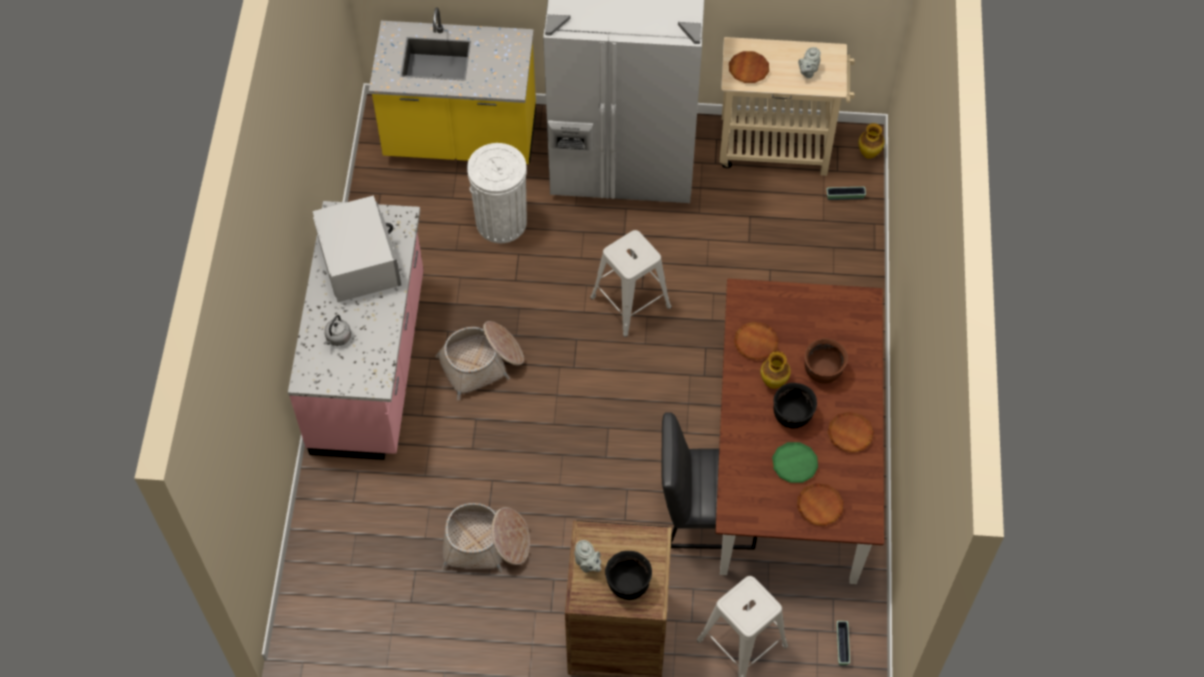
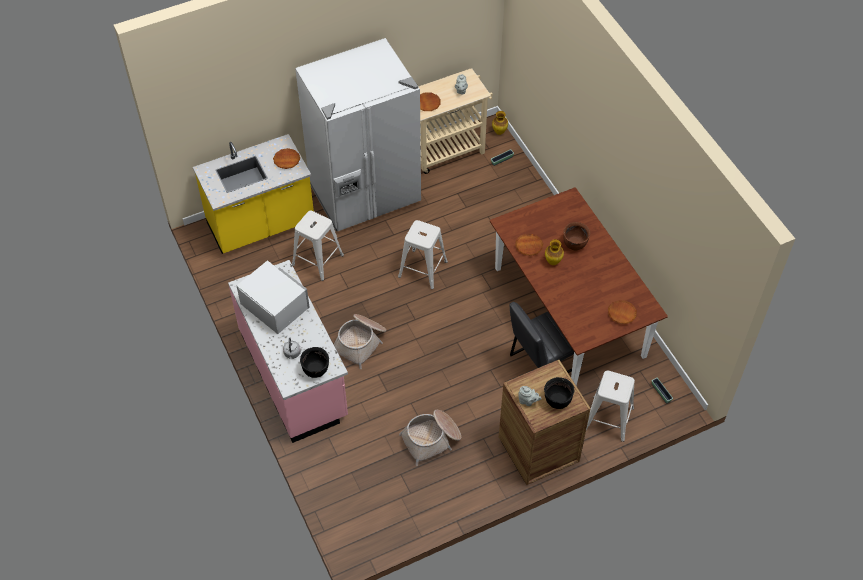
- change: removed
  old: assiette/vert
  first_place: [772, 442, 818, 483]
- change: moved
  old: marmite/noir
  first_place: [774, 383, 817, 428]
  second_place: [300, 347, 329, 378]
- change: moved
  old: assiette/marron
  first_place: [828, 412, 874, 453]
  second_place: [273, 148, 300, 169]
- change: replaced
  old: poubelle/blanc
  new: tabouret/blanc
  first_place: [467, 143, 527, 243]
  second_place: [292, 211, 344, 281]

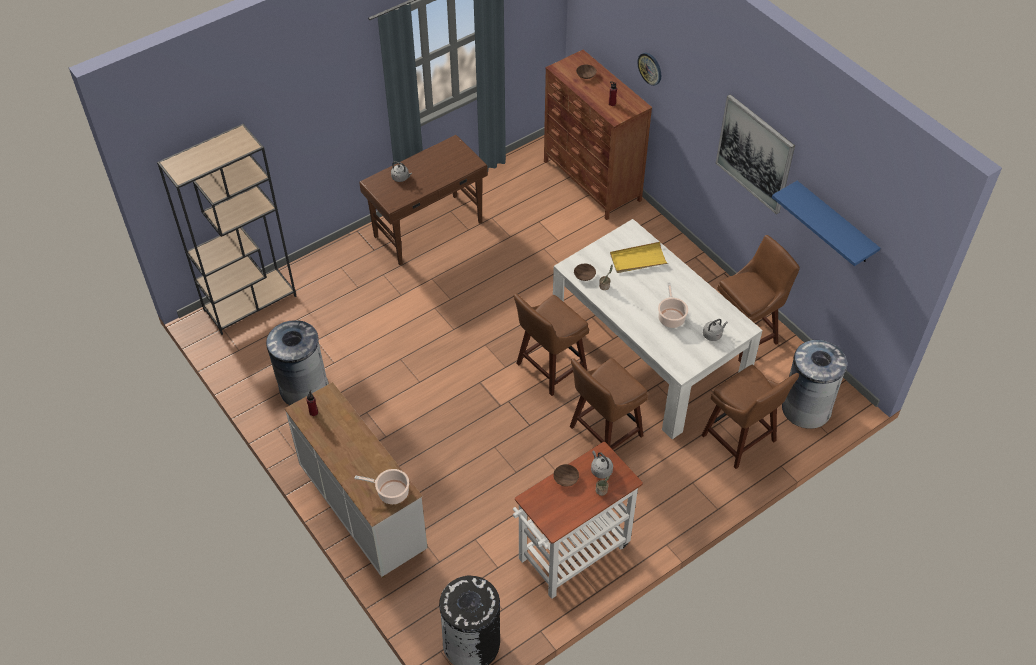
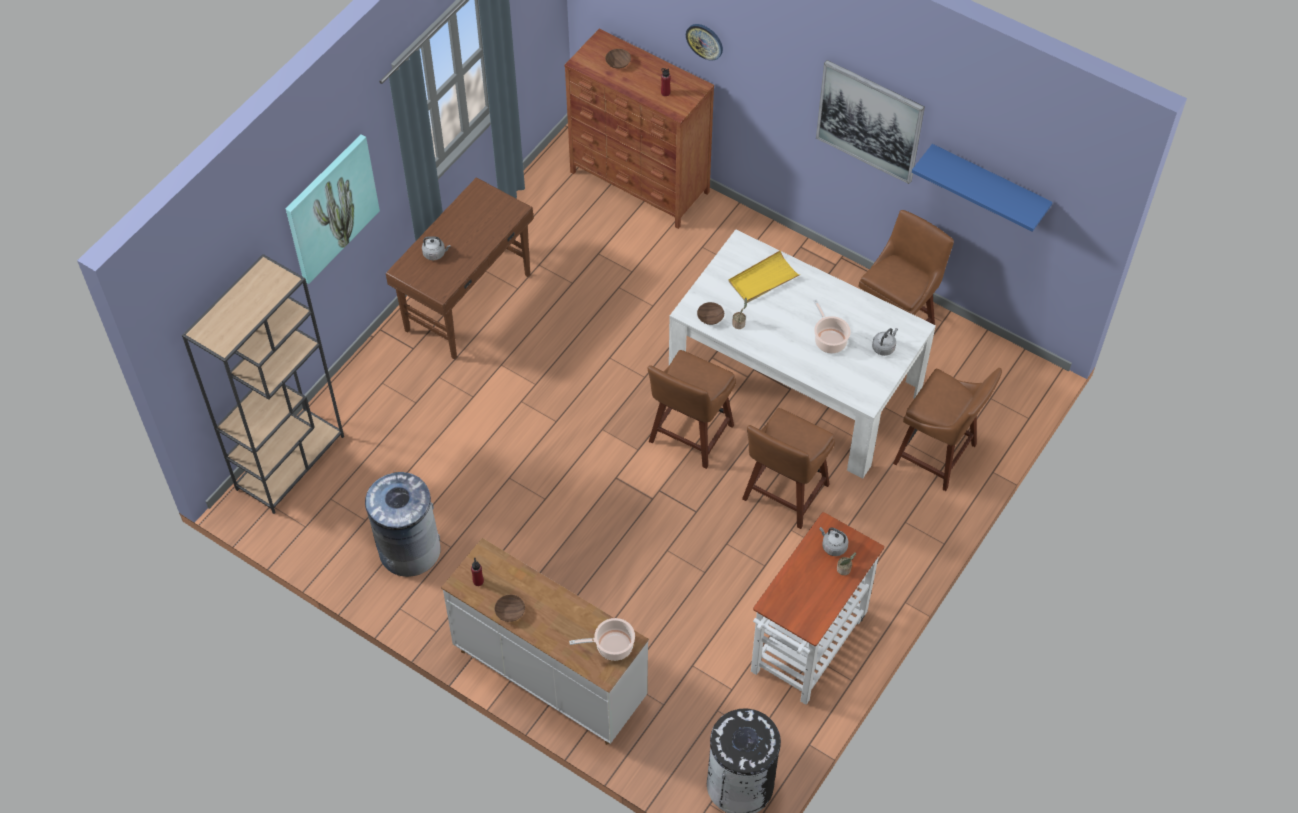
- change: removed
  old: poubelle/gris
  first_place: [782, 340, 847, 429]
- change: added
  new: tableau
  second_place: [286, 134, 380, 284]
- change: moved
  old: bol/marron
  first_place: [553, 464, 579, 487]
  second_place: [495, 595, 525, 622]

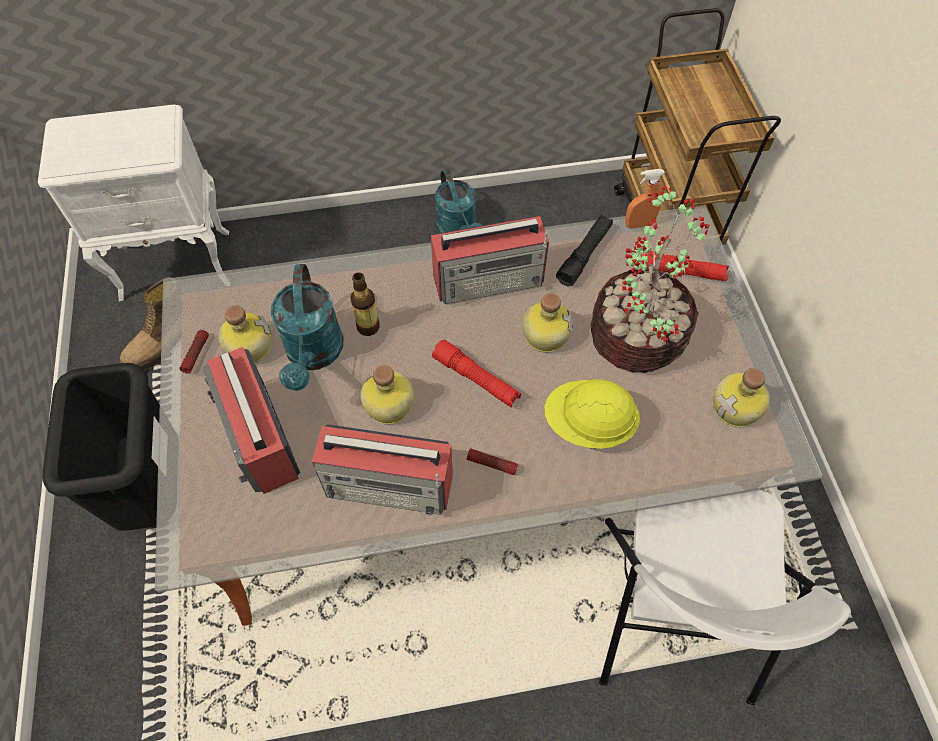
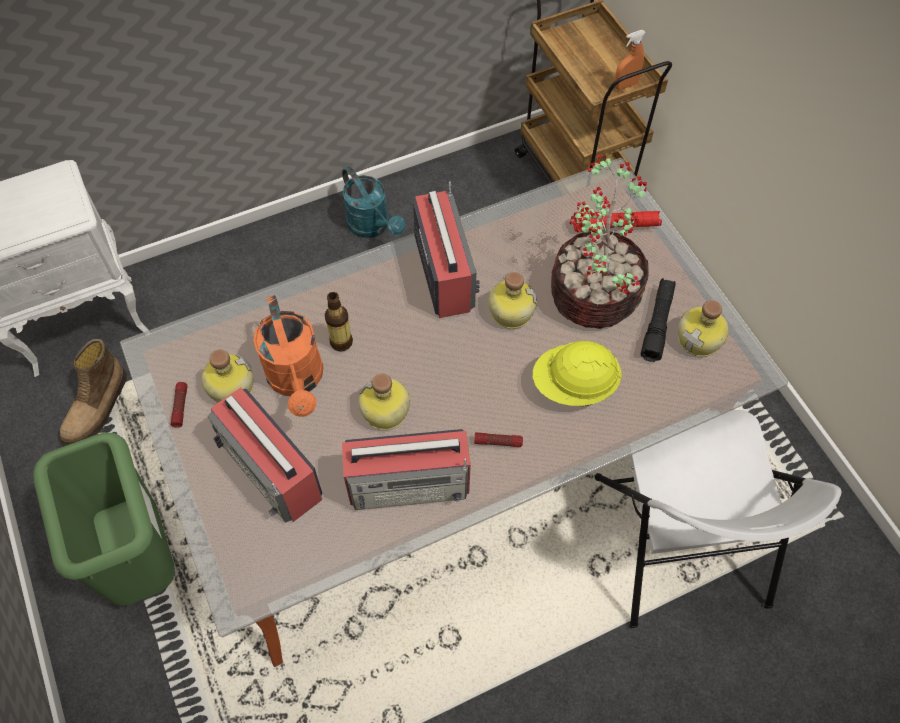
- change: removed
  old: lampe de poche/rouge
  first_place: [432, 339, 521, 408]
- change: moved
  old: lampe de poche/noir
  first_place: [556, 215, 613, 286]
  second_place: [641, 278, 676, 362]
- change: moved
  old: vaporisateur/orange
  first_place: [625, 169, 665, 228]
  second_place: [615, 30, 646, 90]
- change: recoloured
  old: poubelle/noir
  new: poubelle/vert
  first_place: [43, 363, 160, 531]
  second_place: [33, 432, 175, 606]
- change: recoloured
  old: arrosoir/turquoise
  new: arrosoir/orange
  first_place: [271, 264, 344, 391]
  second_place: [253, 295, 324, 417]
- change: turned
  old: radio
  first_place: [431, 216, 549, 304]
  second_place: [413, 182, 480, 318]
  degrees: -75

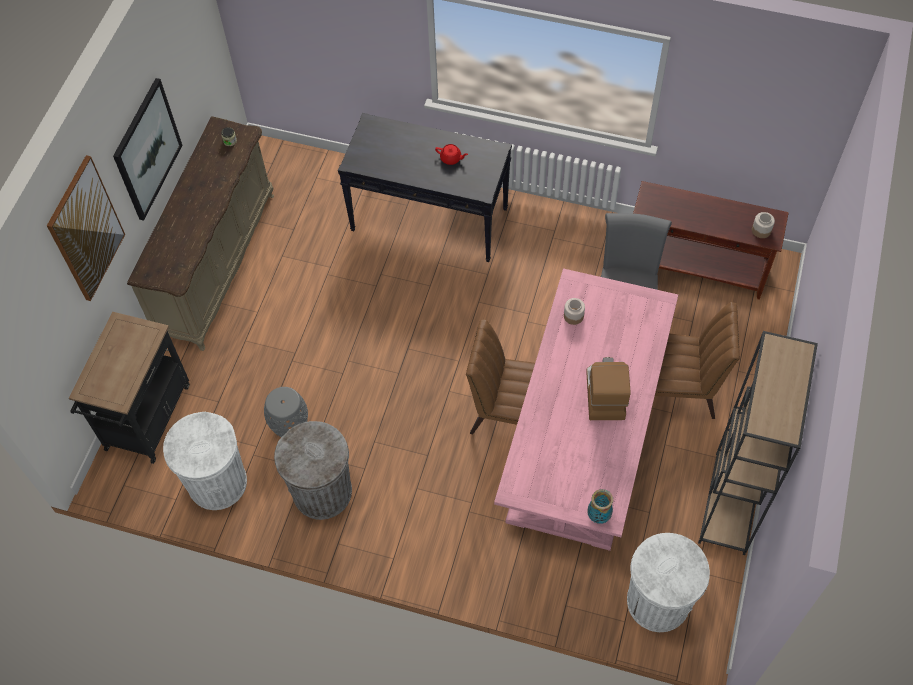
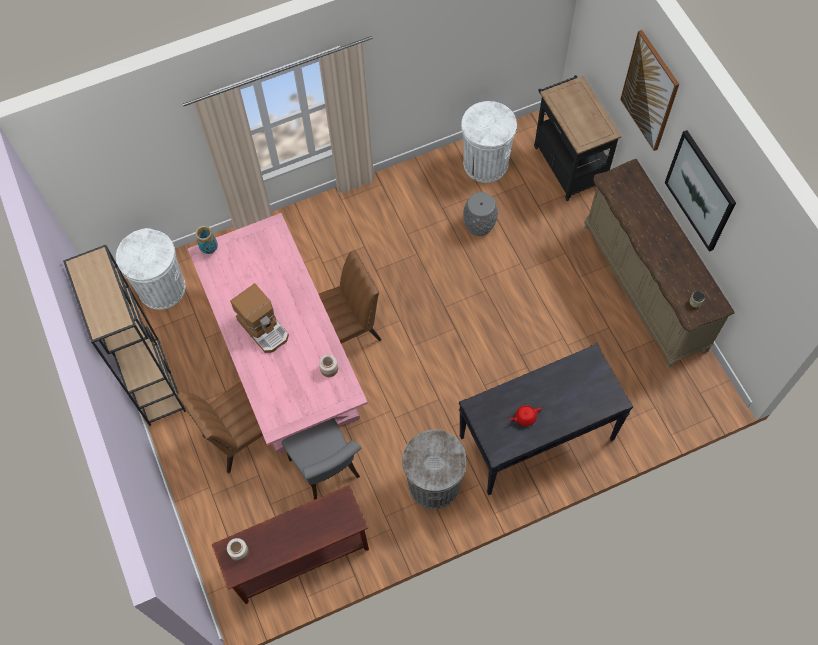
- change: moved
  old: poubelle/gris
  first_place: [274, 421, 352, 520]
  second_place: [402, 429, 466, 509]

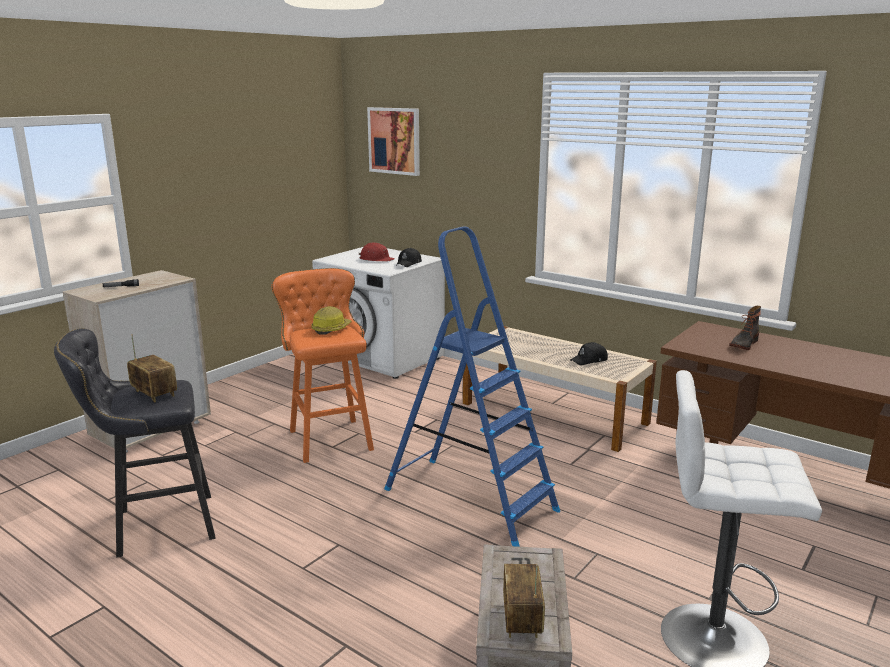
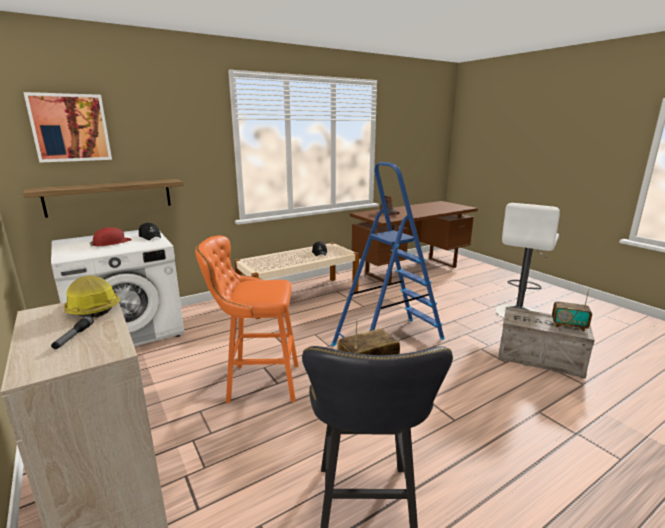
- change: added
  new: étagère
  second_place: [23, 179, 184, 218]
- change: moved
  old: casque de chantier
  first_place: [312, 306, 352, 335]
  second_place: [64, 276, 120, 318]

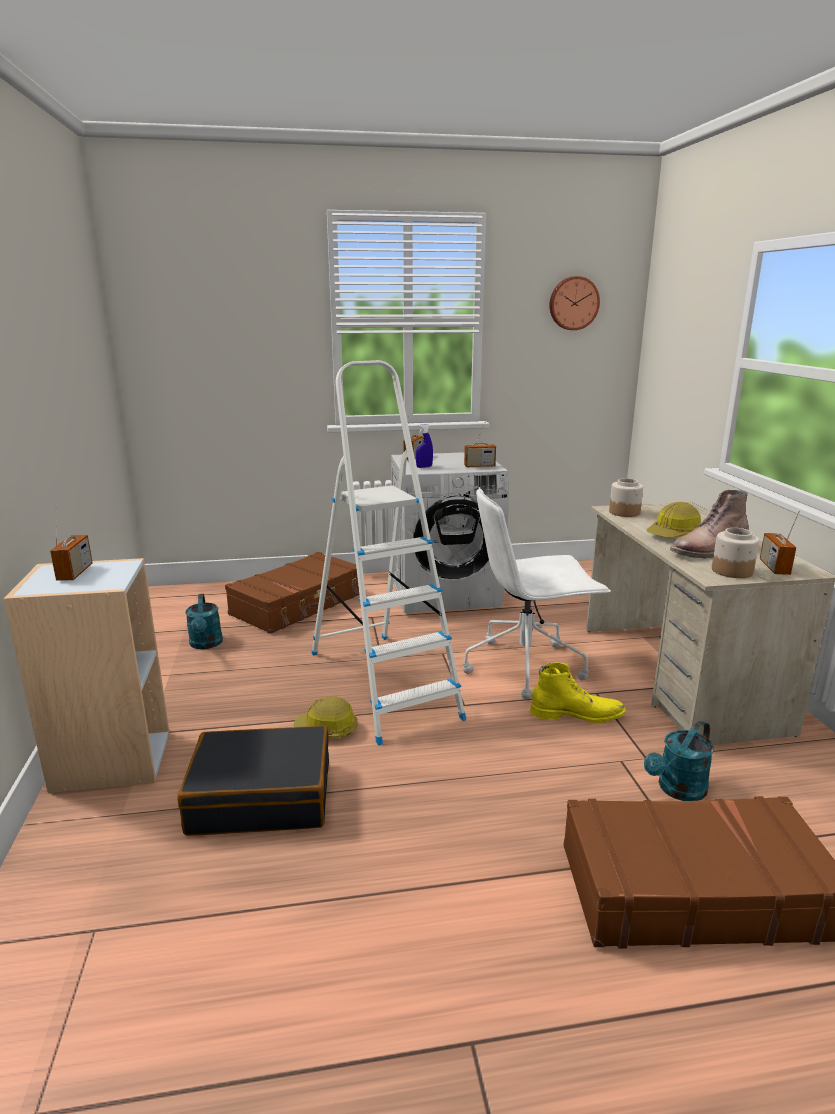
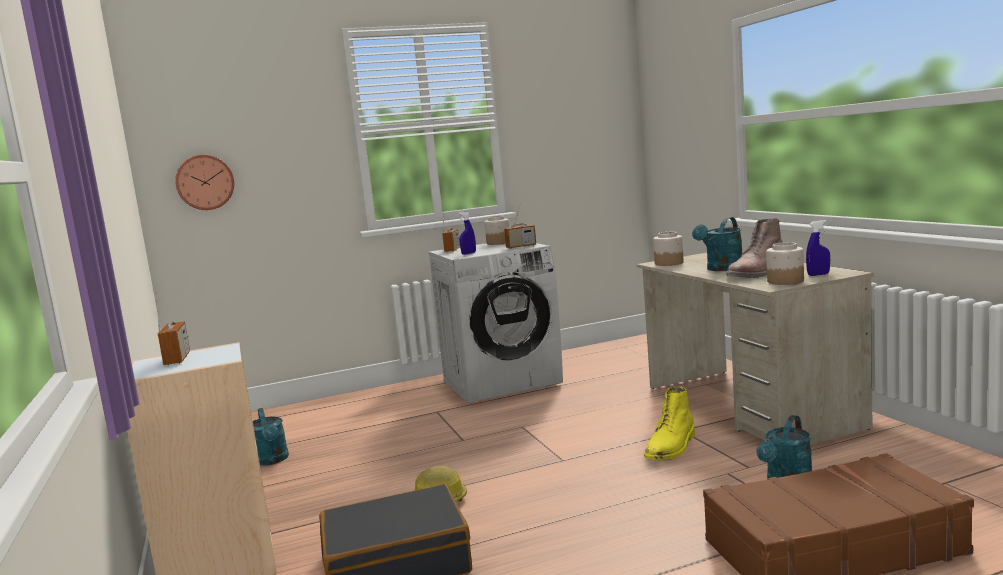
- change: removed
  old: valise/marron
  first_place: [225, 552, 359, 634]
- change: removed
  old: escabeau/blanc
  first_place: [311, 360, 466, 745]
- change: removed
  old: chaise de bureau/blanc
  first_place: [463, 487, 611, 699]
- change: added
  new: bocal
  second_place: [484, 216, 509, 245]
- change: moved
  old: horloge murale
  first_place: [550, 276, 600, 330]
  second_place: [175, 155, 234, 210]
- change: replaced
  old: casque de chantier
  new: arrosoir/turquoise
  first_place: [647, 502, 701, 538]
  second_place: [692, 217, 742, 271]
- change: replaced
  old: radio
  new: vaporisateur/bleu
  first_place: [760, 511, 800, 575]
  second_place: [806, 220, 830, 276]
- change: turned
  old: botte/jaune
  first_place: [530, 662, 626, 723]
  second_place: [644, 386, 695, 461]
  degrees: 135

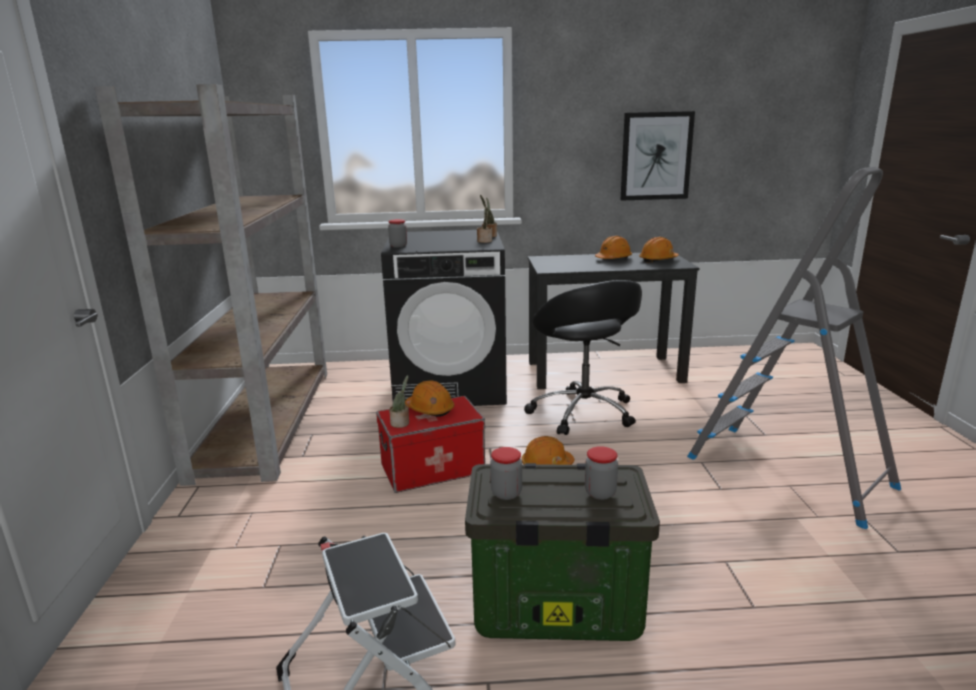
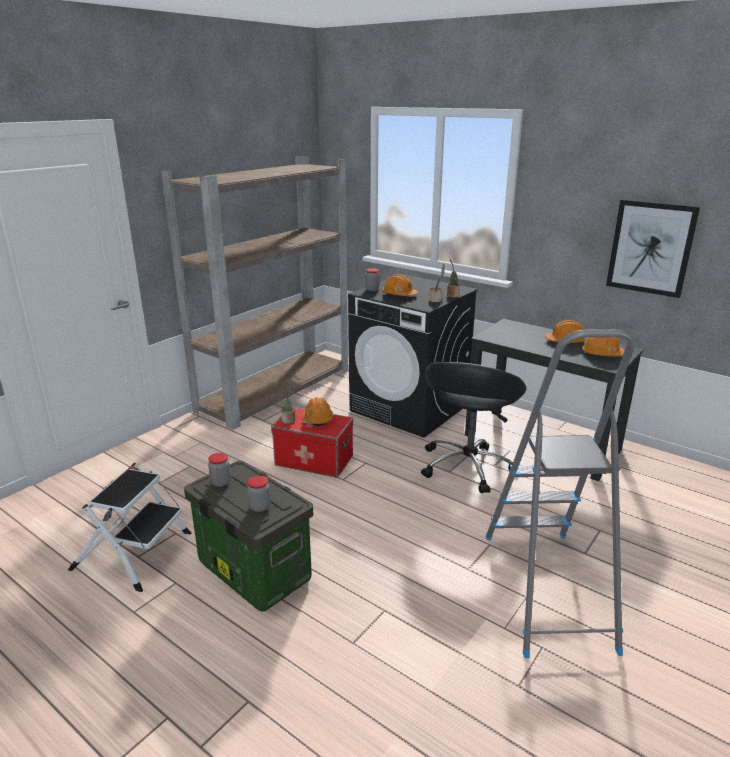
- change: moved
  old: casque de chantier/orange
  first_place: [522, 436, 574, 465]
  second_place: [382, 274, 418, 296]

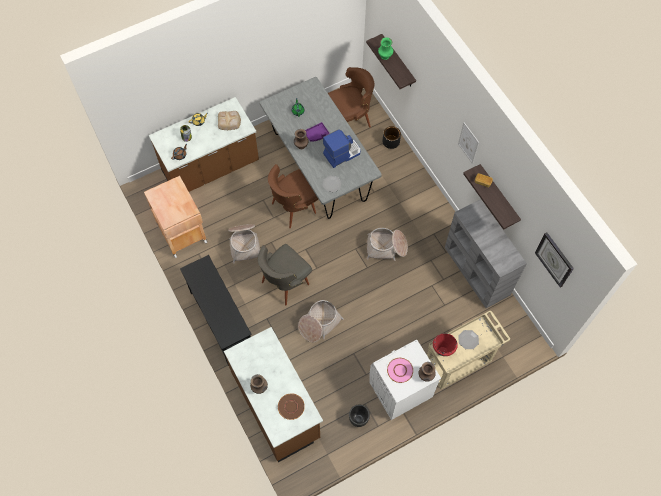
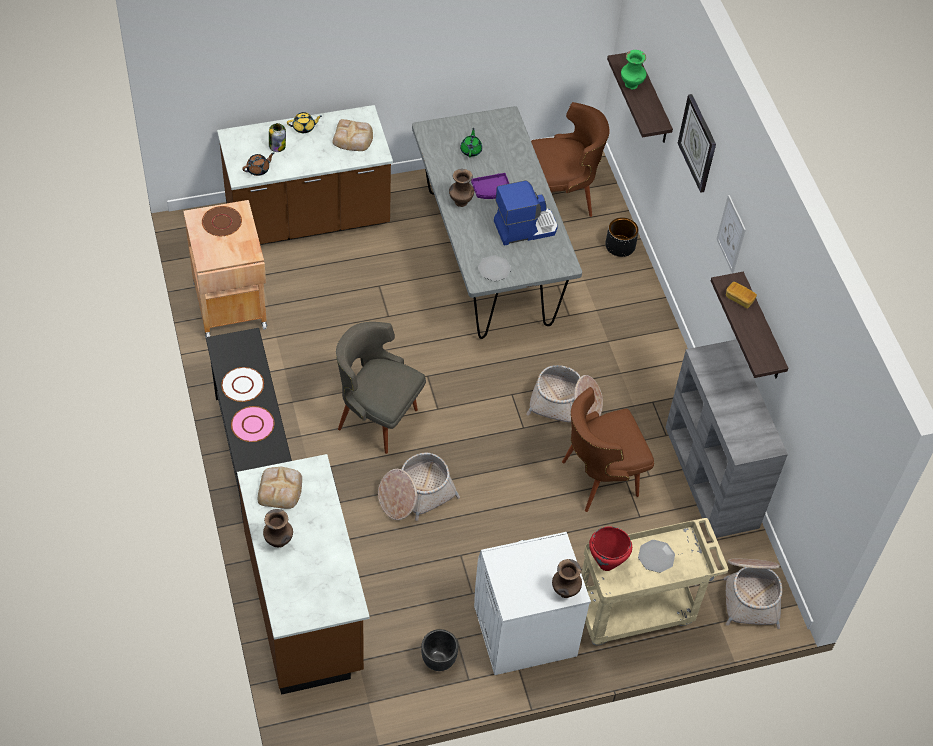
- change: added
  new: assiette/blanc
  second_place: [221, 367, 264, 402]
- change: added
  new: pain
  second_place: [258, 466, 302, 509]
- change: moved
  old: panier
  first_place: [228, 224, 260, 264]
  second_place: [724, 559, 782, 629]
- change: moved
  old: chaise/marron
  first_place: [268, 164, 318, 228]
  second_place: [562, 387, 654, 512]
- change: moved
  old: assiette/marron
  first_place: [278, 393, 305, 420]
  second_place: [202, 206, 242, 236]
- change: moved
  old: assiette/rose
  first_place: [387, 358, 413, 383]
  second_place: [231, 406, 274, 442]
- change: moved
  old: horloge murale
  first_place: [535, 232, 574, 288]
  second_place: [678, 94, 716, 193]
- change: turned
  old: chaise/gris
  first_place: [258, 244, 312, 306]
  second_place: [336, 322, 426, 454]
  degrees: 60

